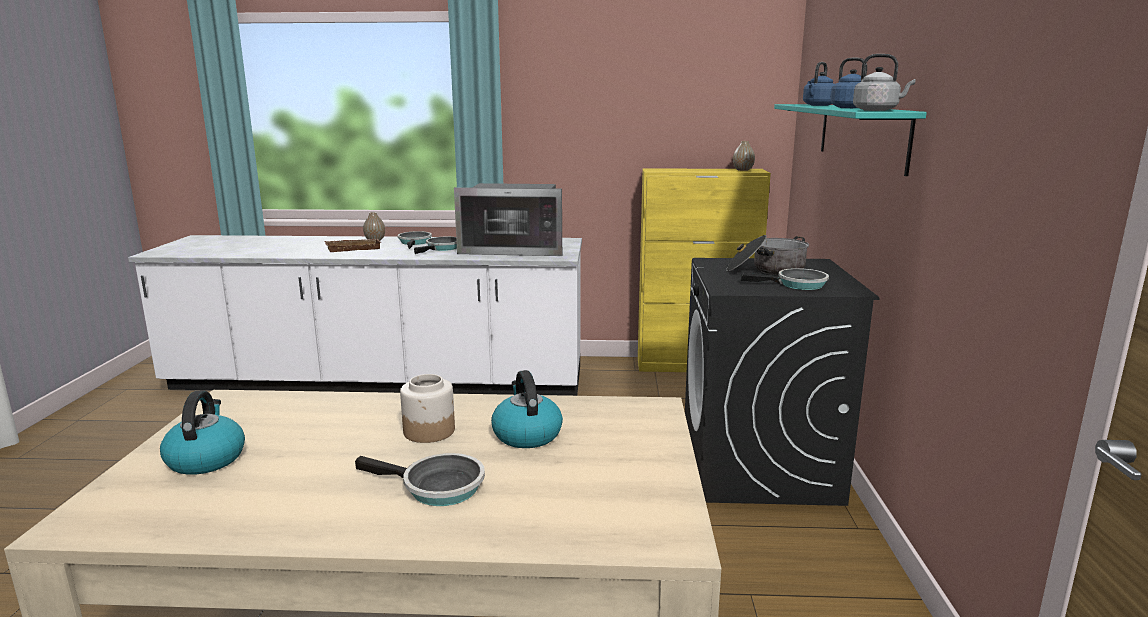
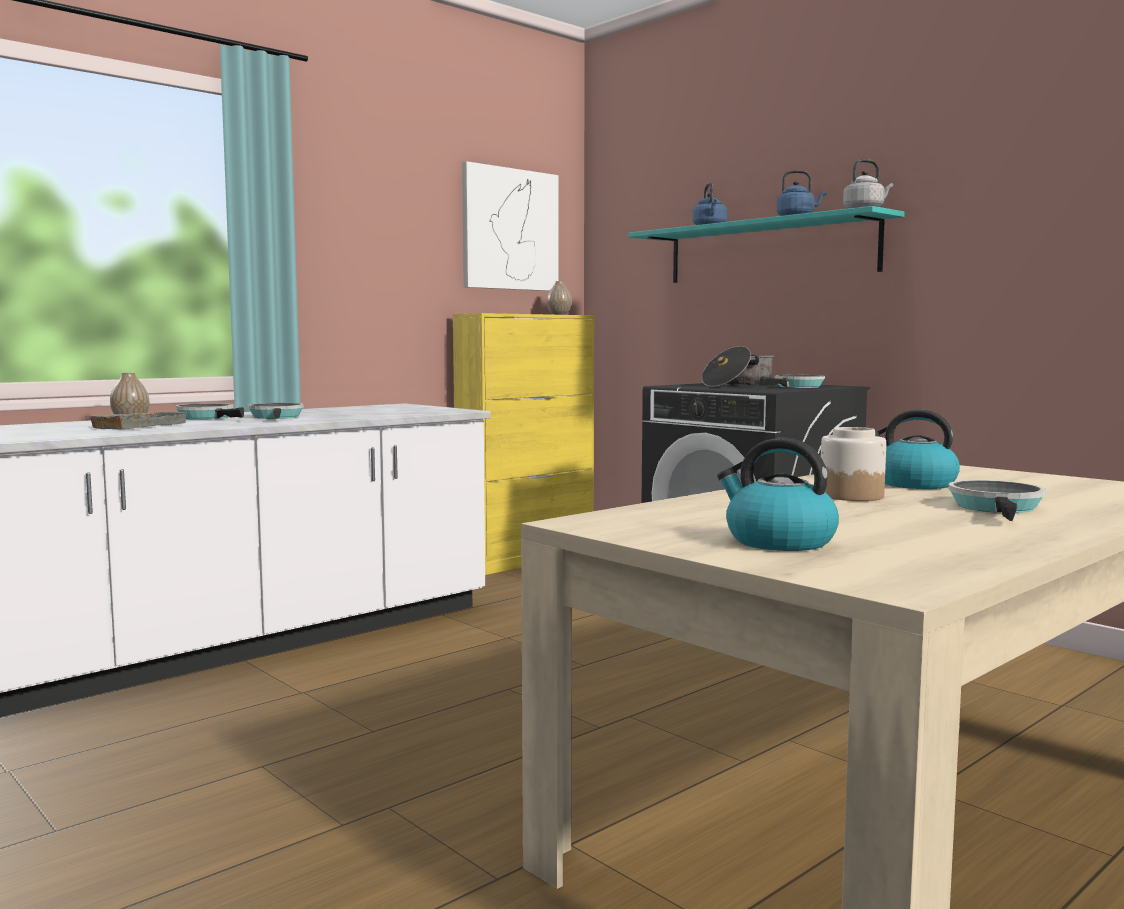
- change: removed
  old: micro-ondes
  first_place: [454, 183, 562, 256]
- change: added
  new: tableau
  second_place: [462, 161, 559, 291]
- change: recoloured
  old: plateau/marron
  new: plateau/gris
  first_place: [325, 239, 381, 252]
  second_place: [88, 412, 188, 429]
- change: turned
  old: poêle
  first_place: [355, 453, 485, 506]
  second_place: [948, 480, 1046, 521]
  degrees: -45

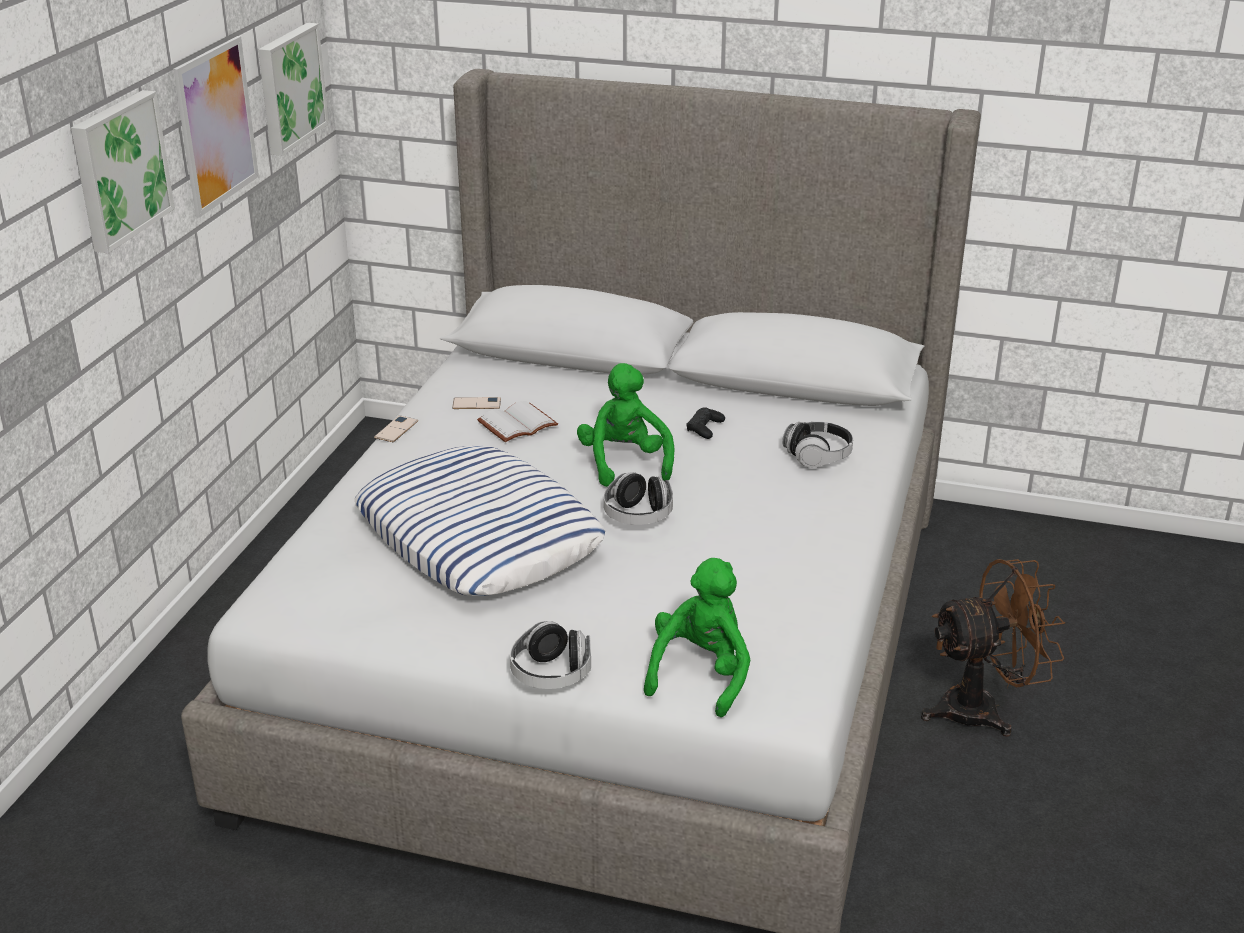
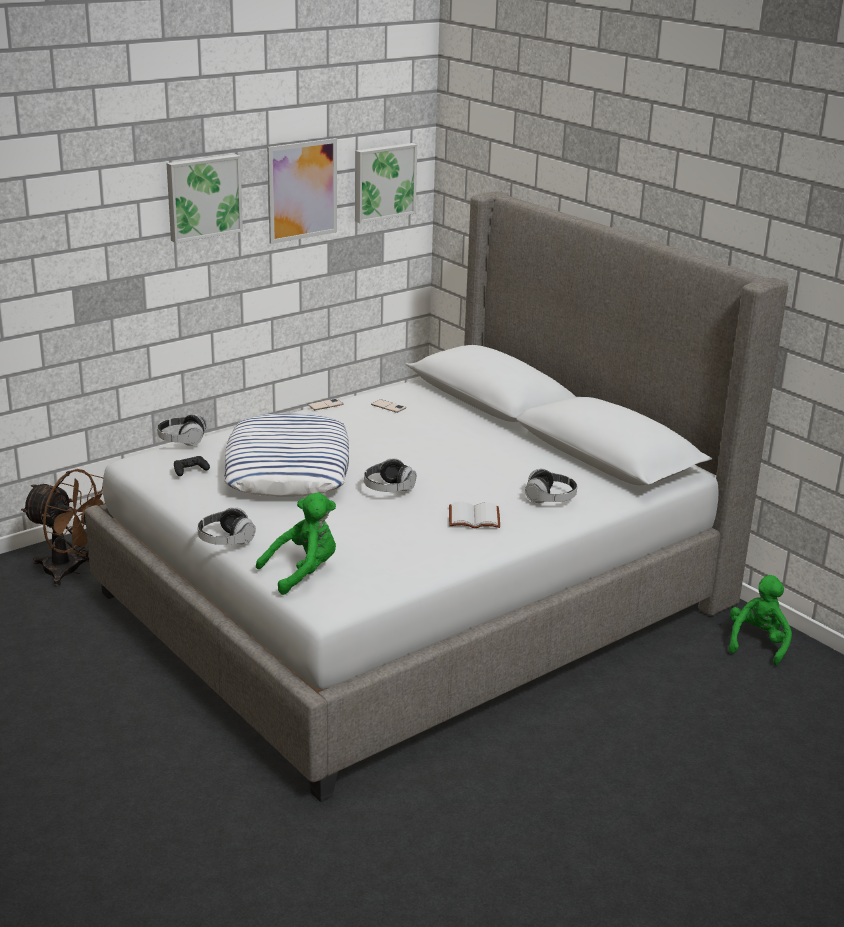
- change: added
  new: casque audio
  second_place: [157, 414, 207, 446]
- change: moved
  old: livre/blanc
  first_place: [477, 401, 558, 442]
  second_place: [449, 501, 500, 528]
- change: moved
  old: peluche/vert
  first_place: [577, 363, 674, 487]
  second_place: [729, 575, 792, 666]
- change: moved
  old: manette/noir
  first_place: [686, 407, 725, 439]
  second_place: [174, 456, 210, 476]
- change: moved
  old: ventilateur/marron
  first_place: [921, 559, 1066, 737]
  second_place: [21, 469, 104, 586]

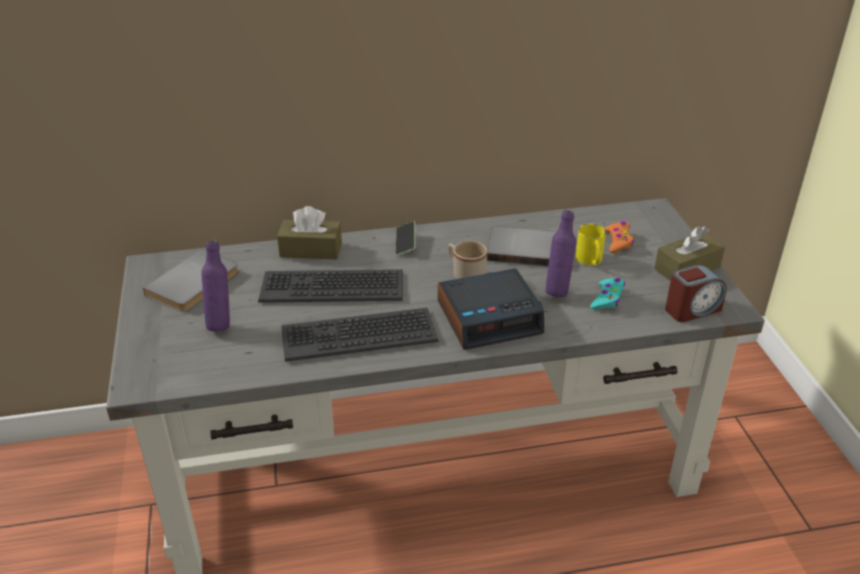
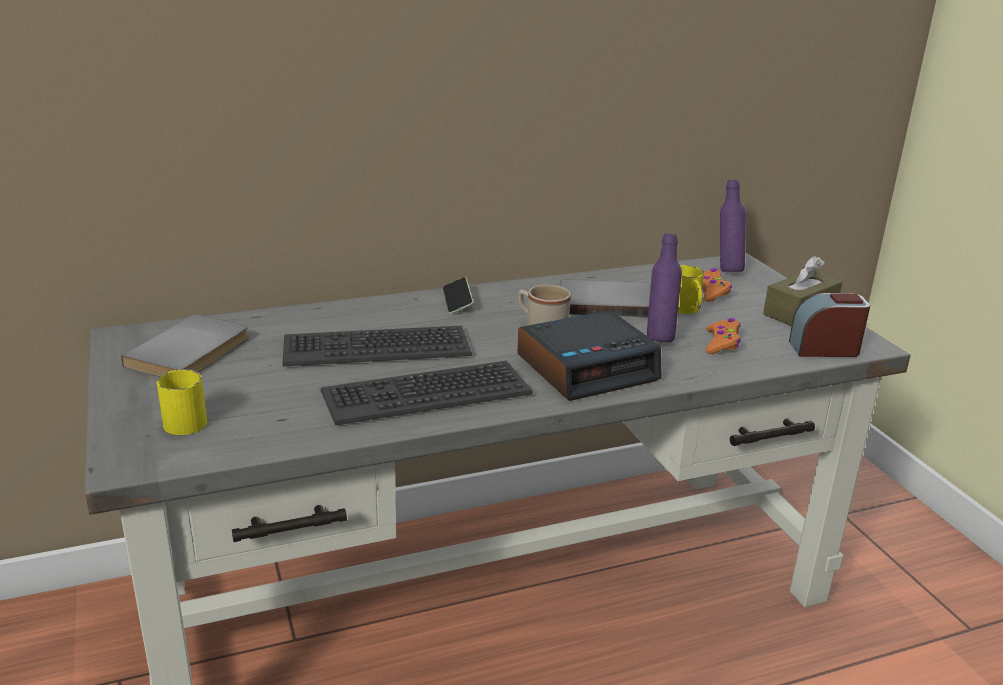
- change: removed
  old: boîte à mouchoirs/marron
  first_place: [277, 206, 342, 260]
- change: added
  new: mug/jaune
  second_place: [157, 369, 207, 435]
- change: moved
  old: bouteille/violet
  first_place: [201, 240, 230, 331]
  second_place: [720, 180, 746, 272]
- change: recoloured
  old: manette/turquoise
  new: manette/orange
  first_place: [590, 278, 625, 310]
  second_place: [706, 318, 741, 354]
- change: turned
  old: réveil
  first_place: [665, 264, 727, 322]
  second_place: [789, 293, 870, 357]
  degrees: -150

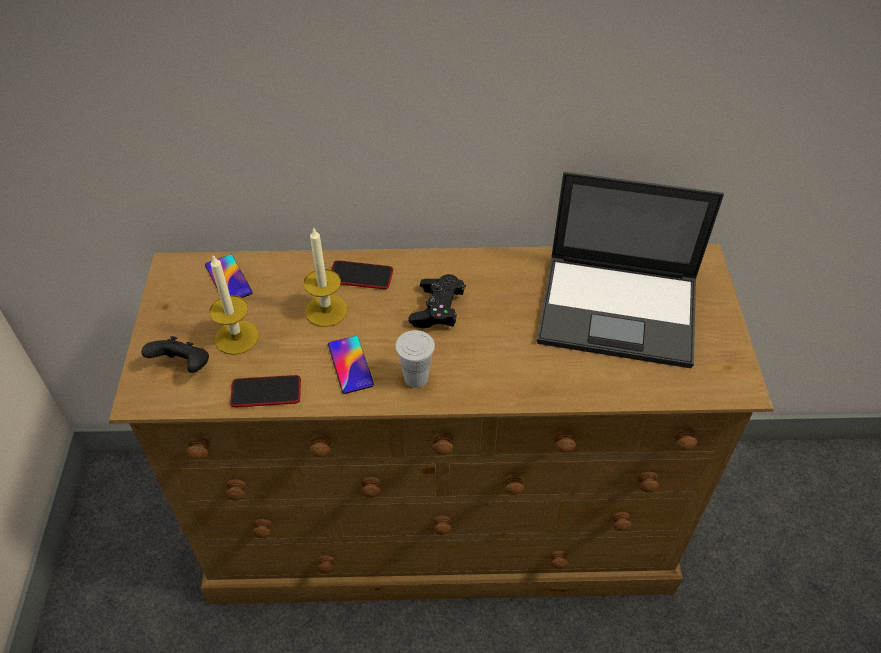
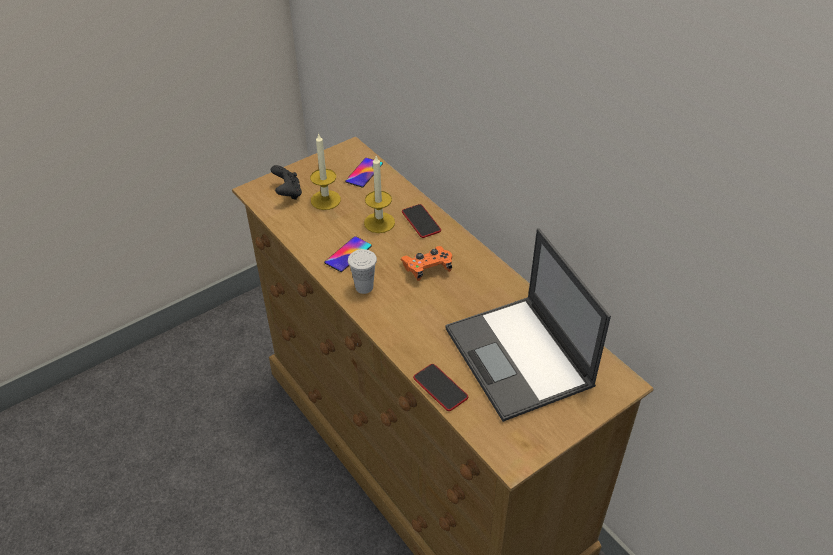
- change: moved
  old: téléphone
  first_place: [230, 375, 301, 407]
  second_place: [413, 364, 468, 411]
- change: recoloured
  old: manette/noir
  new: manette/orange
  first_place: [409, 274, 466, 328]
  second_place: [401, 246, 452, 281]

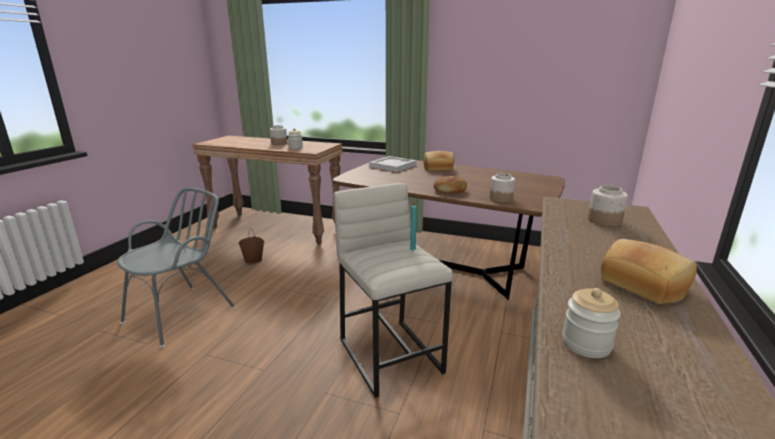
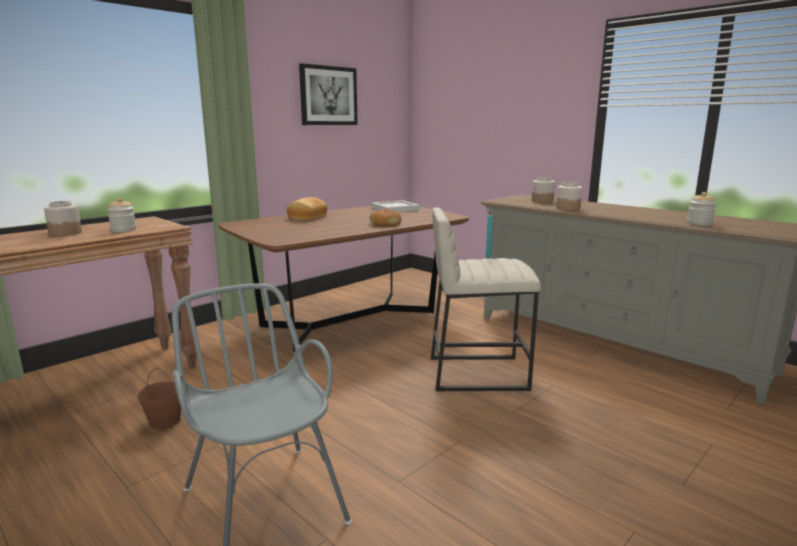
- change: removed
  old: pain
  first_place: [601, 239, 697, 304]
- change: added
  new: tableau
  second_place: [299, 63, 358, 125]
- change: moved
  old: plateau/blanc
  first_place: [369, 156, 416, 172]
  second_place: [371, 200, 420, 212]
- change: moved
  old: bocal
  first_place: [490, 173, 515, 203]
  second_place: [556, 182, 582, 211]

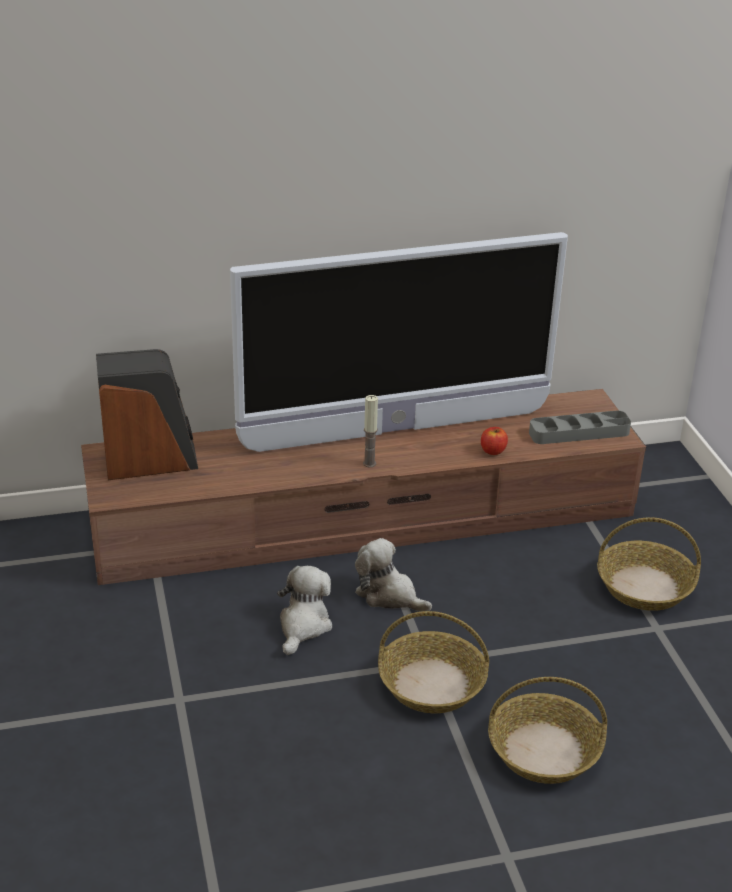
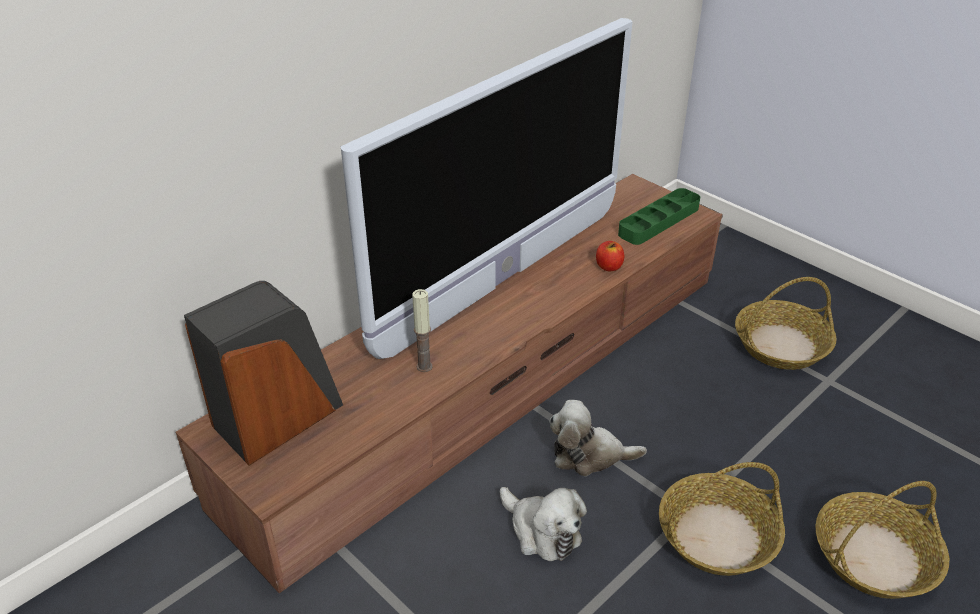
- change: moved
  old: bougie
  first_place: [363, 395, 378, 467]
  second_place: [412, 289, 433, 372]
- change: recoloured
  old: plateau/gris
  new: plateau/vert
  first_place: [529, 411, 631, 444]
  second_place: [618, 188, 700, 245]
- change: turned
  old: peluche
  first_place: [277, 566, 332, 655]
  second_place: [500, 487, 587, 561]
  degrees: 150

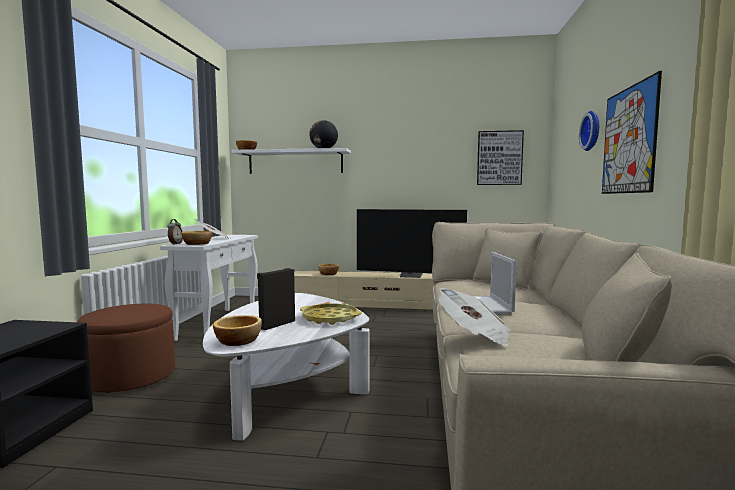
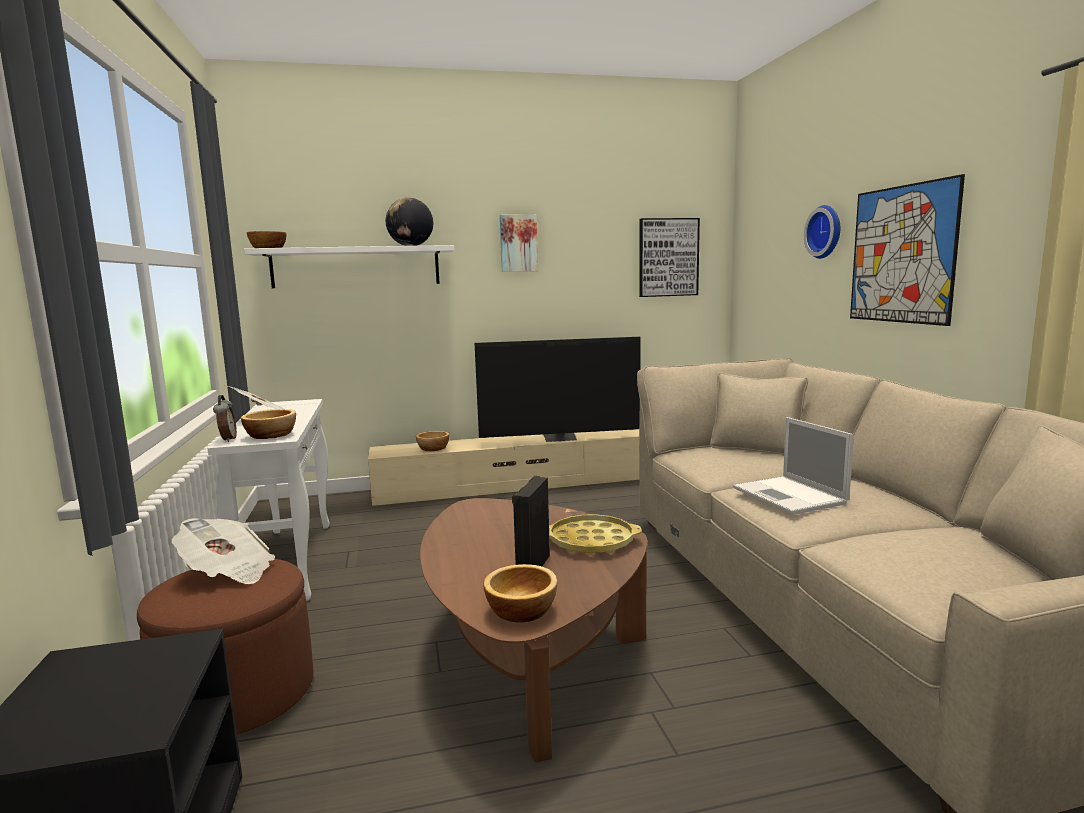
- change: added
  new: tableau
  second_place: [500, 214, 538, 272]
- change: moved
  old: journal
  first_place: [438, 288, 510, 347]
  second_place: [172, 518, 275, 584]
- change: recoloured
  old: table basse/blanc
  new: table basse/marron
  first_place: [203, 293, 370, 441]
  second_place: [420, 498, 647, 762]

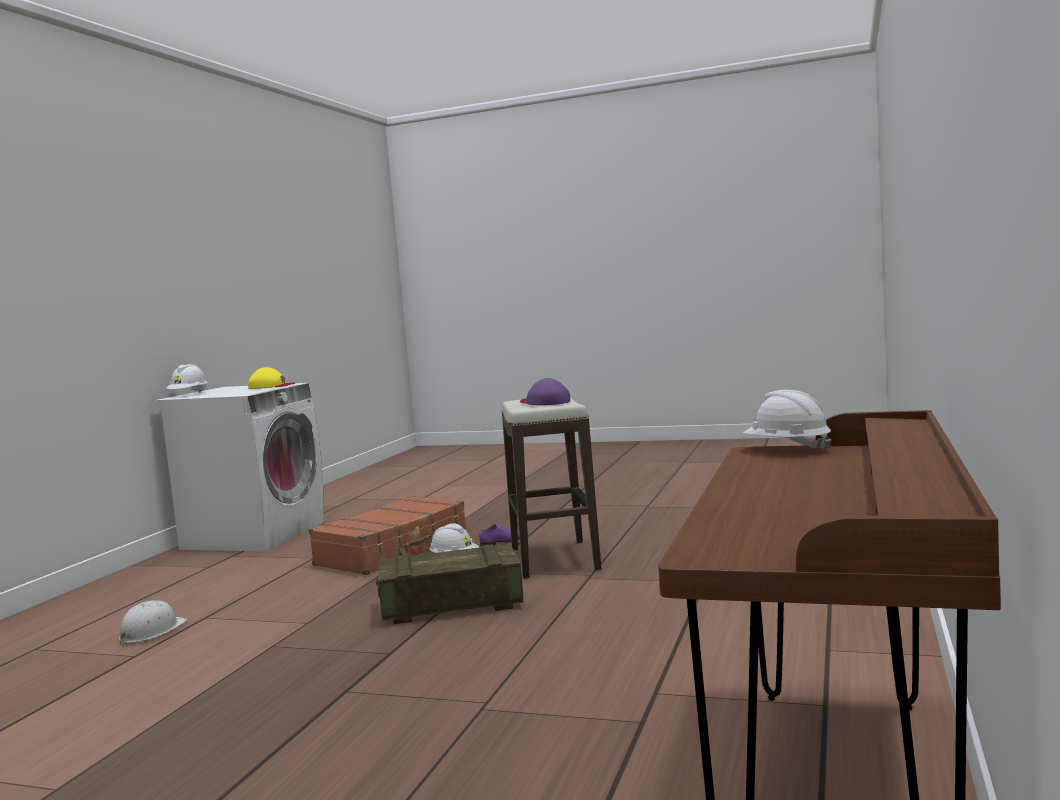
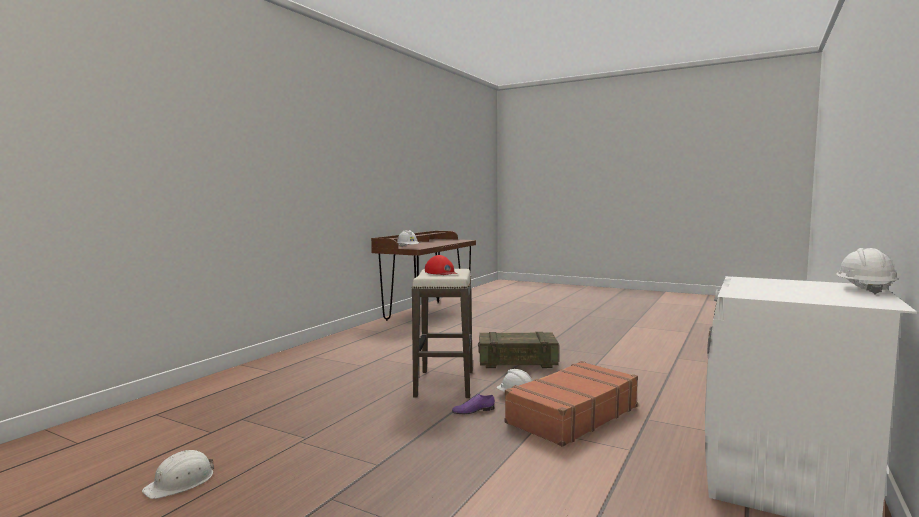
- change: removed
  old: casquette/jaune
  first_place: [248, 367, 295, 389]
- change: moved
  old: casque de chantier/blanc
  first_place: [119, 600, 187, 644]
  second_place: [142, 450, 214, 499]
- change: recoloured
  old: casquette/violet
  new: casquette/rouge
  first_place: [520, 378, 571, 405]
  second_place: [425, 255, 457, 275]

